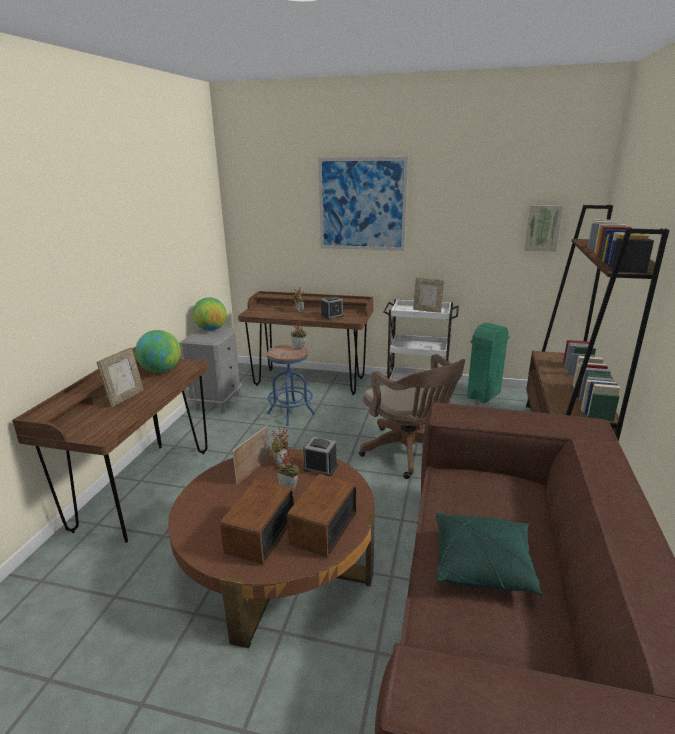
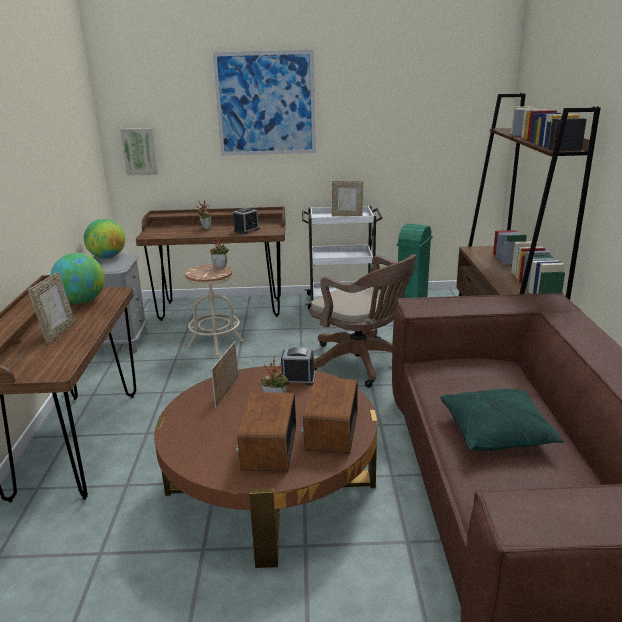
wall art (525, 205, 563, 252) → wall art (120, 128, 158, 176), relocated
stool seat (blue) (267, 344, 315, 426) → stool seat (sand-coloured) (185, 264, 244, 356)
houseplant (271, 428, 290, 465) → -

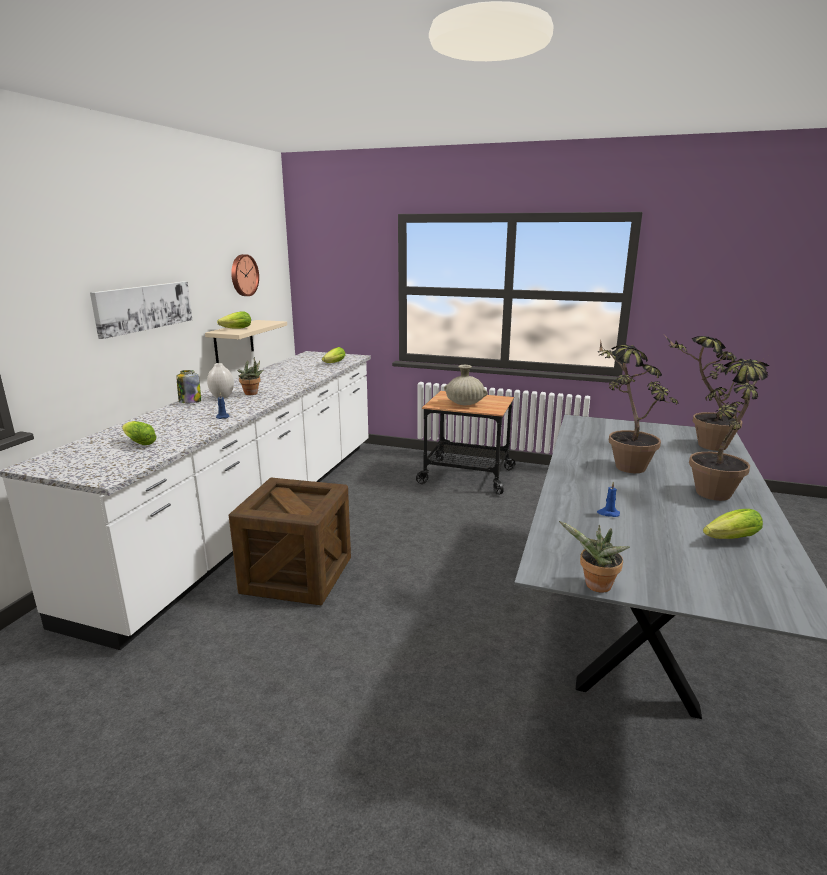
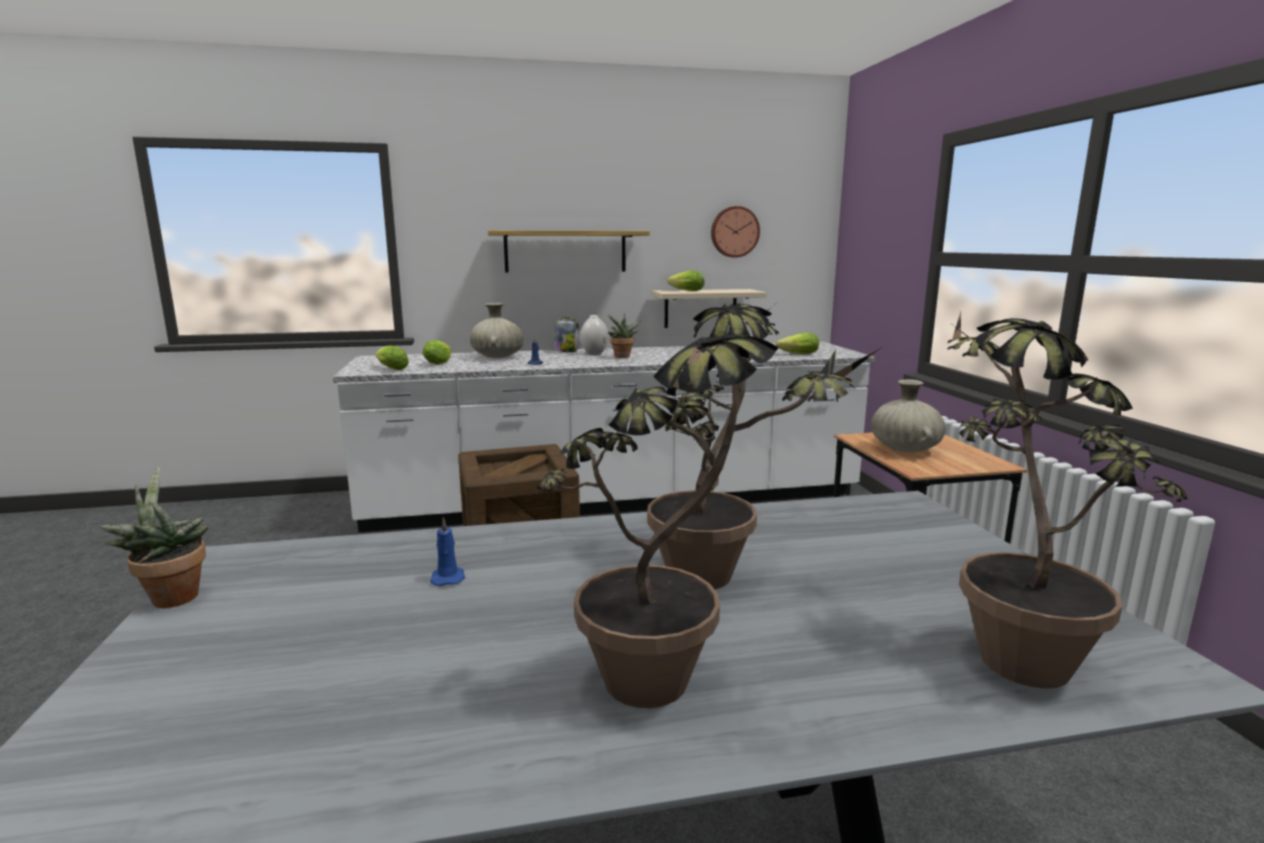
head of lettuce (703, 509, 763, 539) → head of lettuce (375, 346, 409, 370), relocated
- → vase (sand-coloured) (470, 303, 524, 358)
wall art (90, 281, 192, 339) → bracket shelf (488, 230, 650, 272)

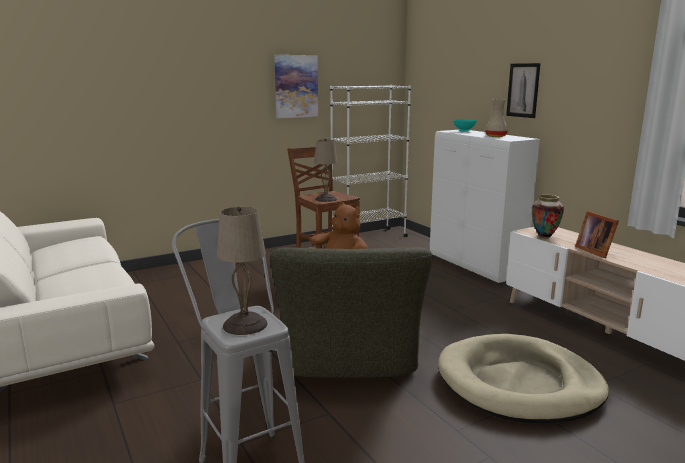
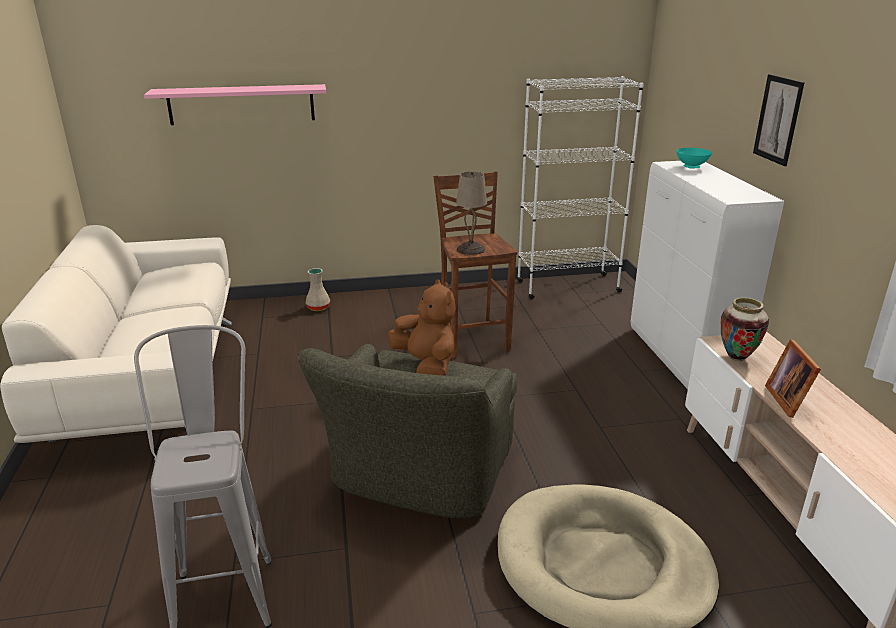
- → bracket shelf (pink-coloured) (144, 84, 326, 125)
vase (sand-coloured) (485, 99, 508, 137) → vase (sand-coloured) (306, 268, 330, 311), relocated
lamp for a table (sand-coloured) (217, 207, 268, 335) → -
wall art (274, 55, 318, 118) → -

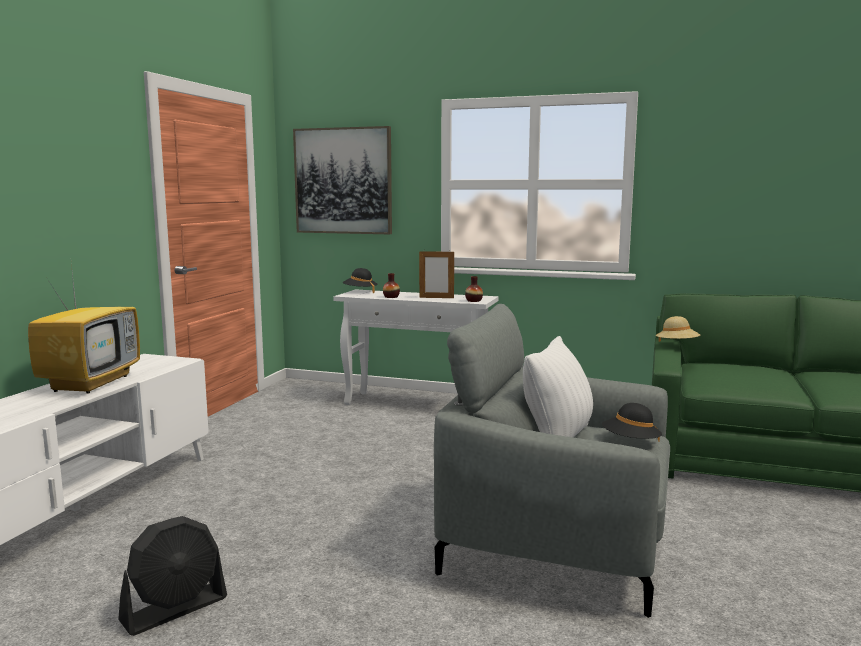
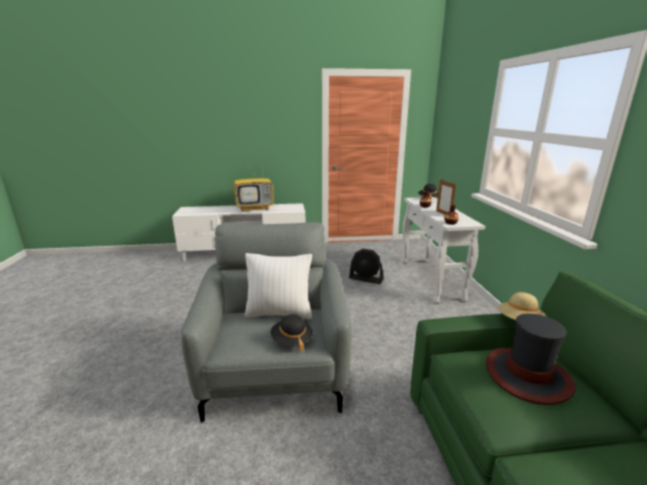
electric fan (black-coloured) (118, 516, 227, 636) → electric fan (black-coloured) (349, 249, 384, 284), relocated
- → wearable hat (486, 313, 576, 405)
wall art (293, 126, 392, 234) → -

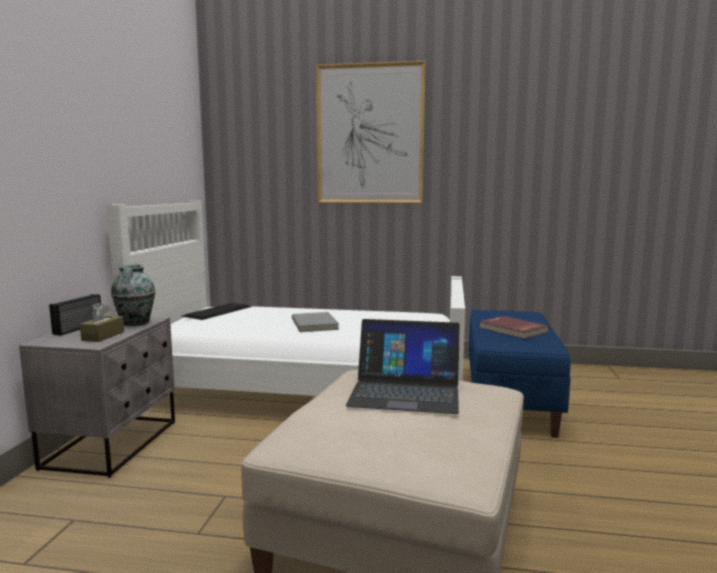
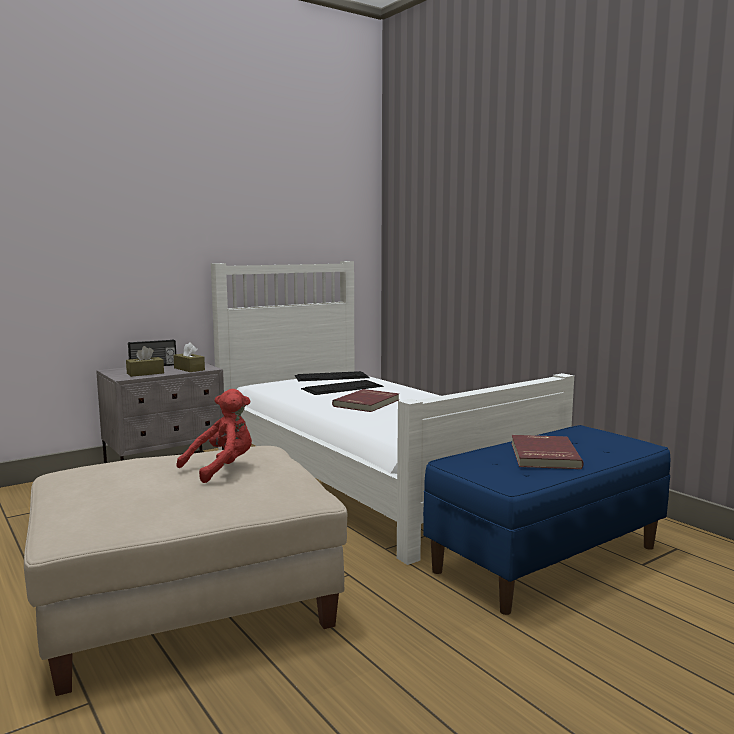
vase (111, 264, 156, 326) → tissue holder (brown) (173, 342, 205, 372)
portable computer (346, 319, 460, 414) → plush toy (reddish) (177, 389, 252, 483)
- → computer keyboard (301, 380, 383, 395)
bound book (greyish) (292, 312, 339, 332) → bound book (reddish) (332, 389, 399, 412)
wall art (316, 61, 426, 203) → -

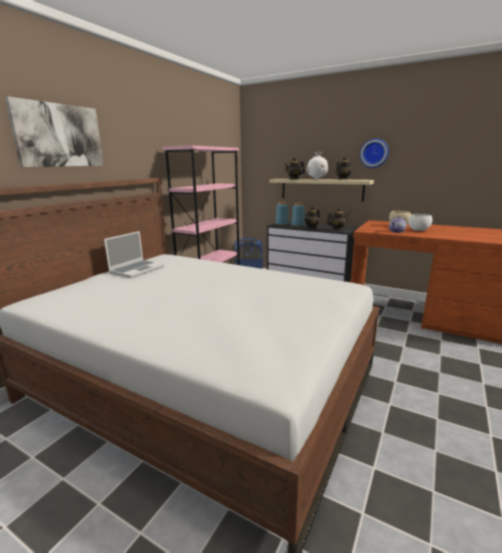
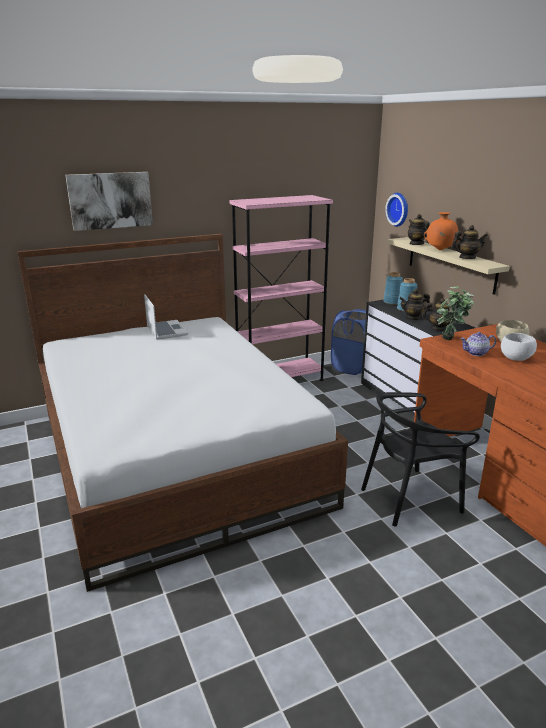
portable computer (104, 231, 164, 278) → portable computer (144, 294, 188, 340), 90 degrees counterclockwise
- → upright chair (black-coloured) (361, 392, 480, 527)
hanging clock (360, 138, 389, 168) → hanging clock (385, 193, 408, 227), relocated
vase (whitish) (306, 152, 329, 179) → vase (orange) (424, 212, 461, 250)
- → houseplant (437, 286, 475, 340)

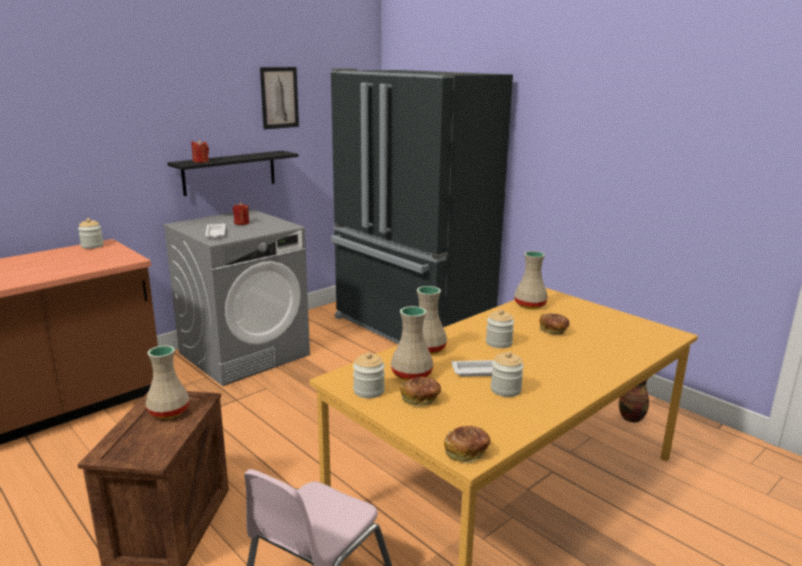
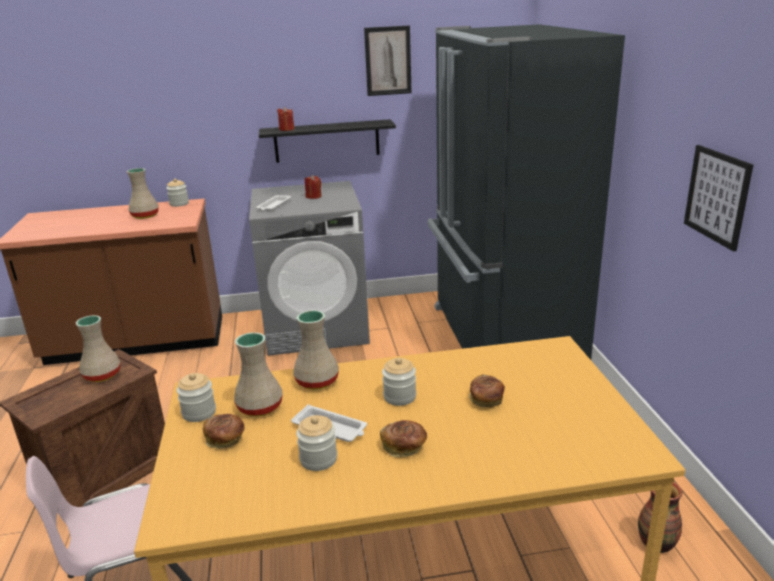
vase (sand-coloured) (514, 251, 548, 309) → vase (sand-coloured) (127, 168, 159, 219), relocated
bread (444, 426, 491, 463) → bread (380, 420, 427, 457), relocated
- → wall art (684, 145, 753, 252)

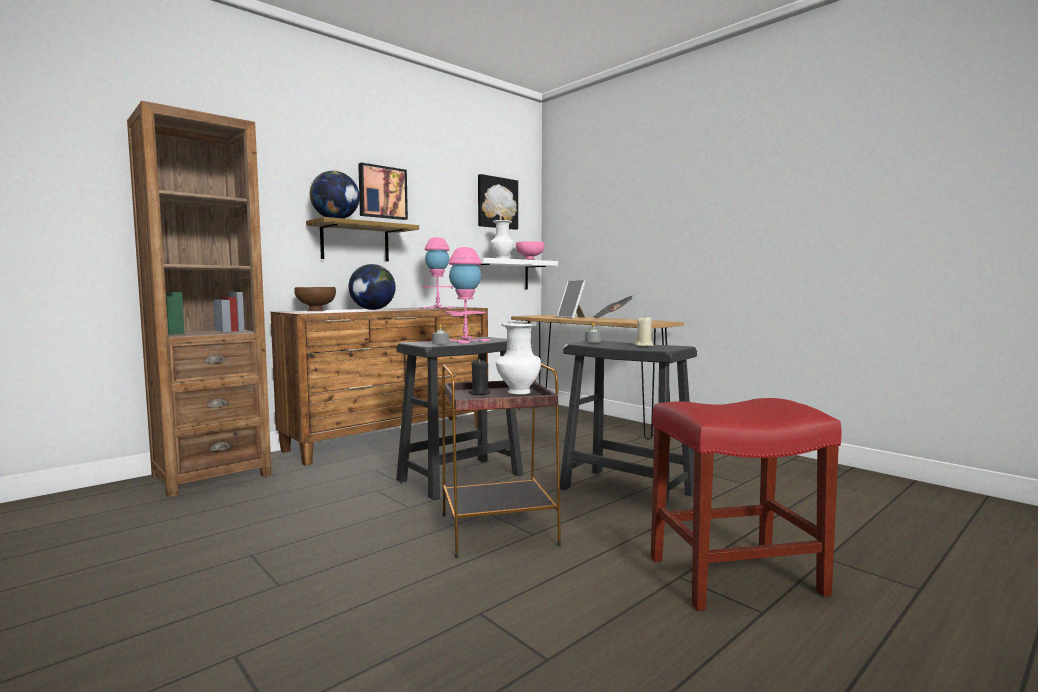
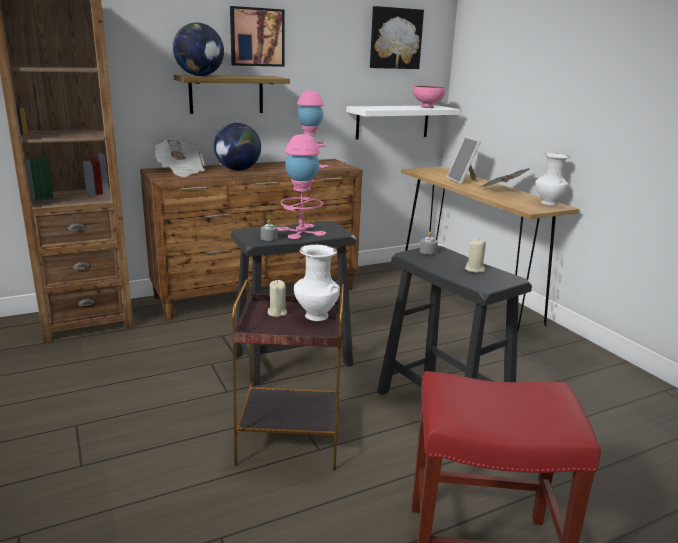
serving bowl (brown) (294, 287, 336, 311) → newspaper (155, 139, 205, 177)
wax light (black-coloured) (469, 359, 490, 395) → wax light (sand-coloured) (268, 280, 287, 317)
vase (whitish) (490, 220, 514, 259) → vase (whitish) (535, 153, 570, 205), relocated

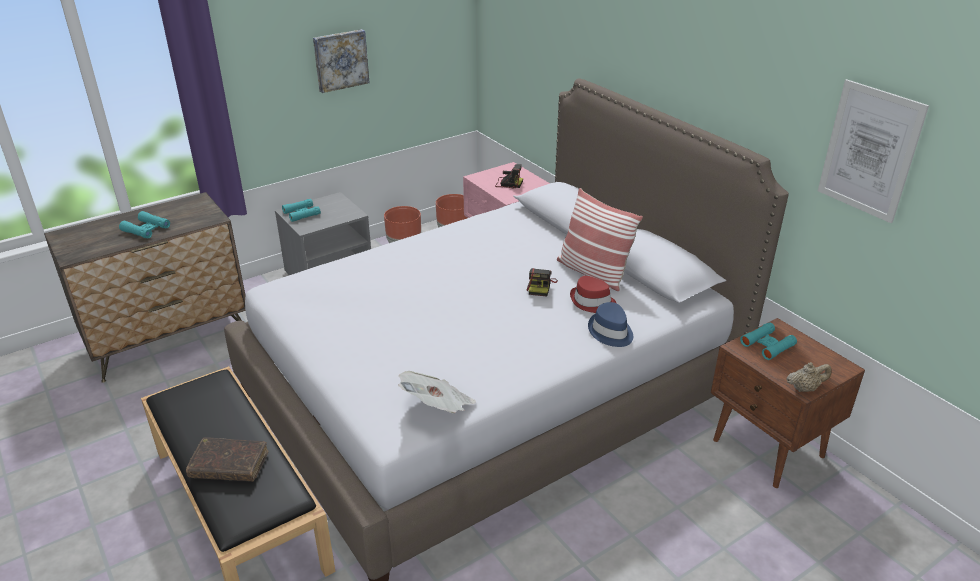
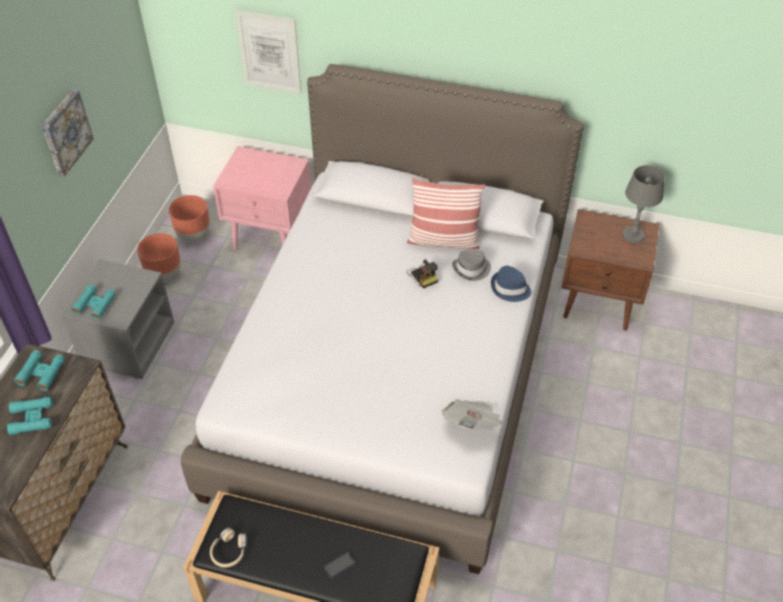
pair of binoculars (turquoise) (740, 322, 797, 360) → pair of binoculars (turquoise) (14, 350, 65, 391), relocated
- → pair of headphones (sand-coloured) (210, 527, 247, 568)
wall art (818, 79, 929, 223) → wall art (235, 10, 301, 94), relocated
bound book (brown) (186, 437, 269, 482) → handset (324, 552, 356, 578)
wearable hat (reddish) (570, 276, 616, 313) → wearable hat (greyish) (452, 249, 491, 281)
- → lamp for a table (greyish) (622, 165, 665, 243)
photo camera (495, 164, 523, 188) → -
pot for tea (sand-coloured) (786, 362, 832, 392) → -

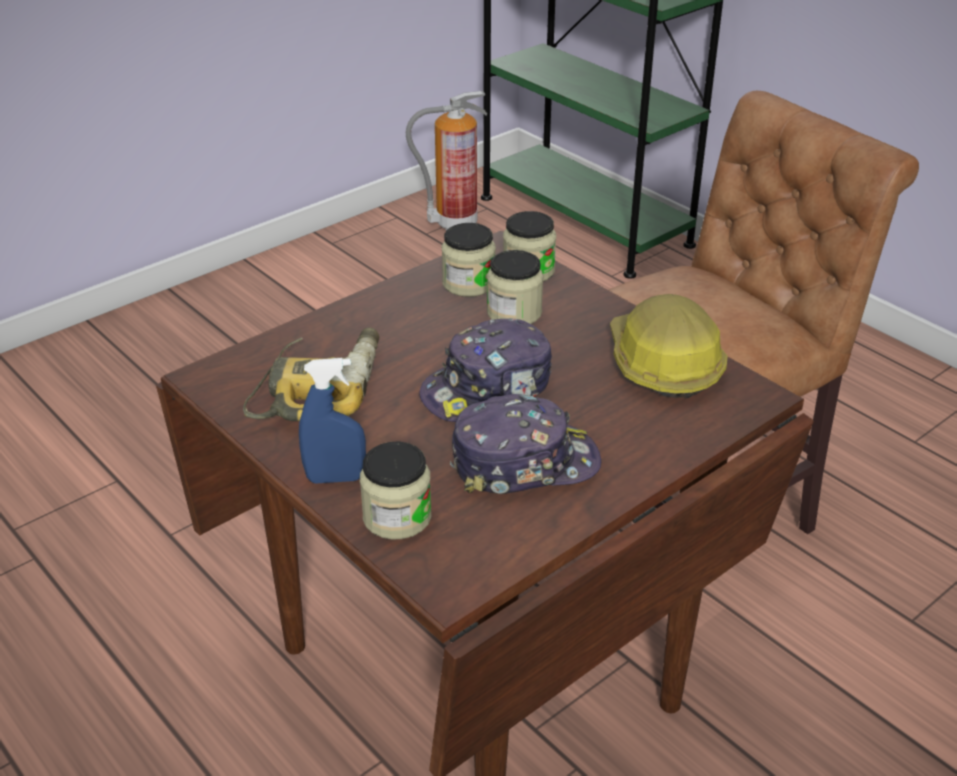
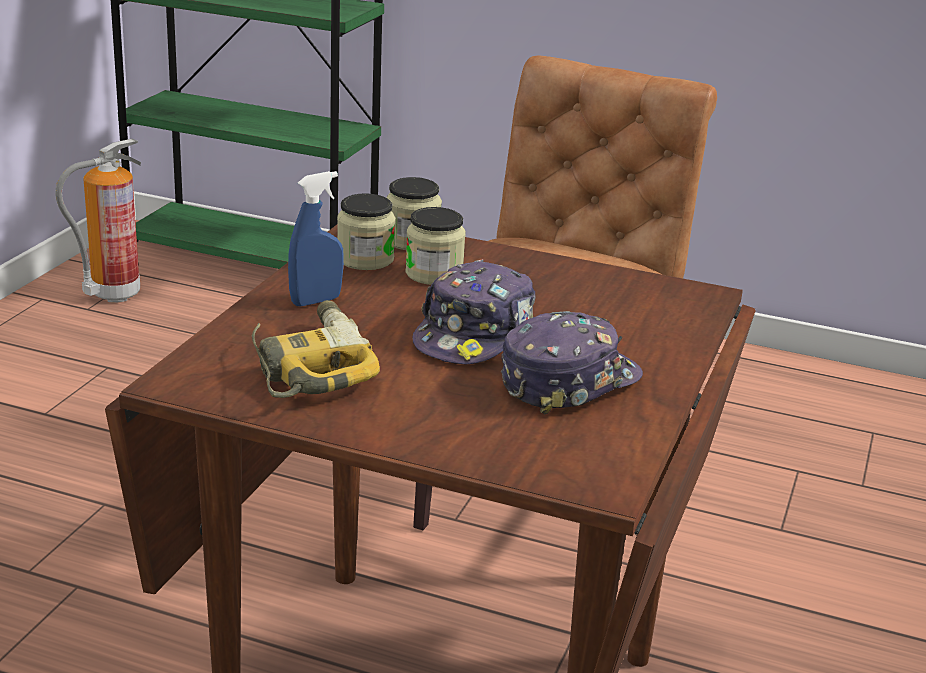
sprayer (blue) (299, 358, 366, 483) → sprayer (blue) (288, 171, 344, 306), relocated
storage jar (360, 442, 432, 540) → -
hard hat (610, 294, 727, 398) → -

